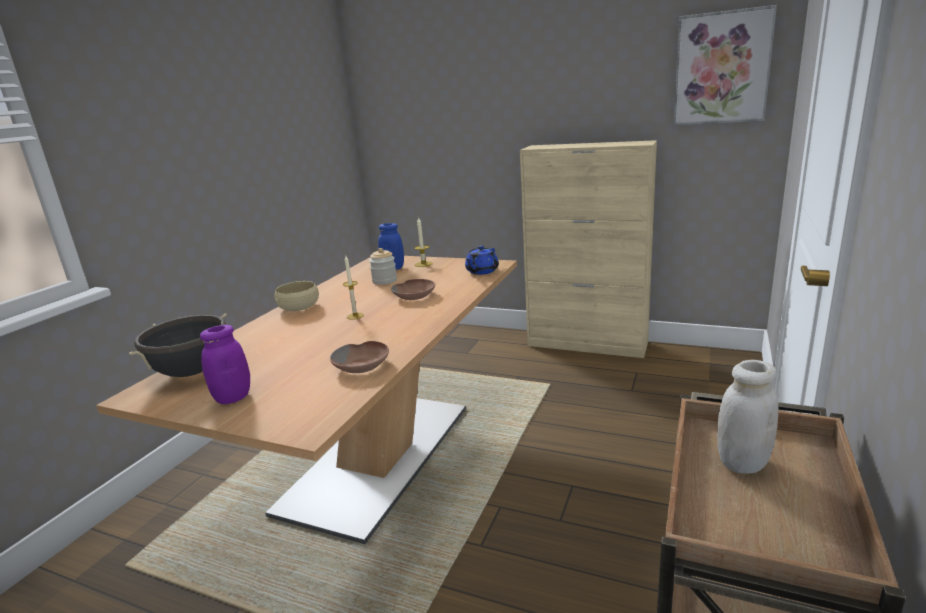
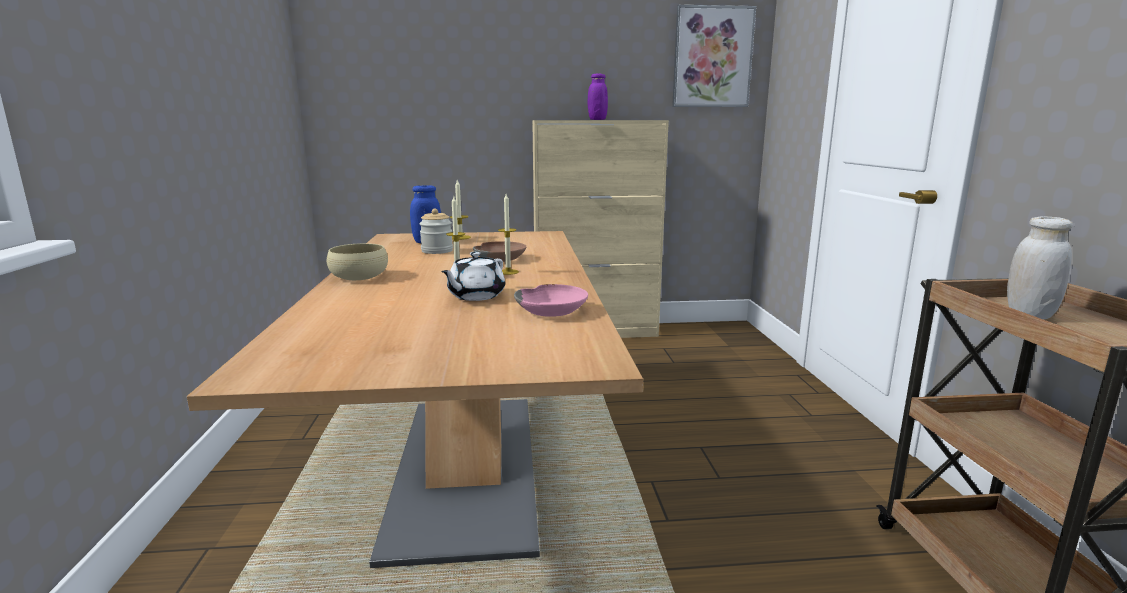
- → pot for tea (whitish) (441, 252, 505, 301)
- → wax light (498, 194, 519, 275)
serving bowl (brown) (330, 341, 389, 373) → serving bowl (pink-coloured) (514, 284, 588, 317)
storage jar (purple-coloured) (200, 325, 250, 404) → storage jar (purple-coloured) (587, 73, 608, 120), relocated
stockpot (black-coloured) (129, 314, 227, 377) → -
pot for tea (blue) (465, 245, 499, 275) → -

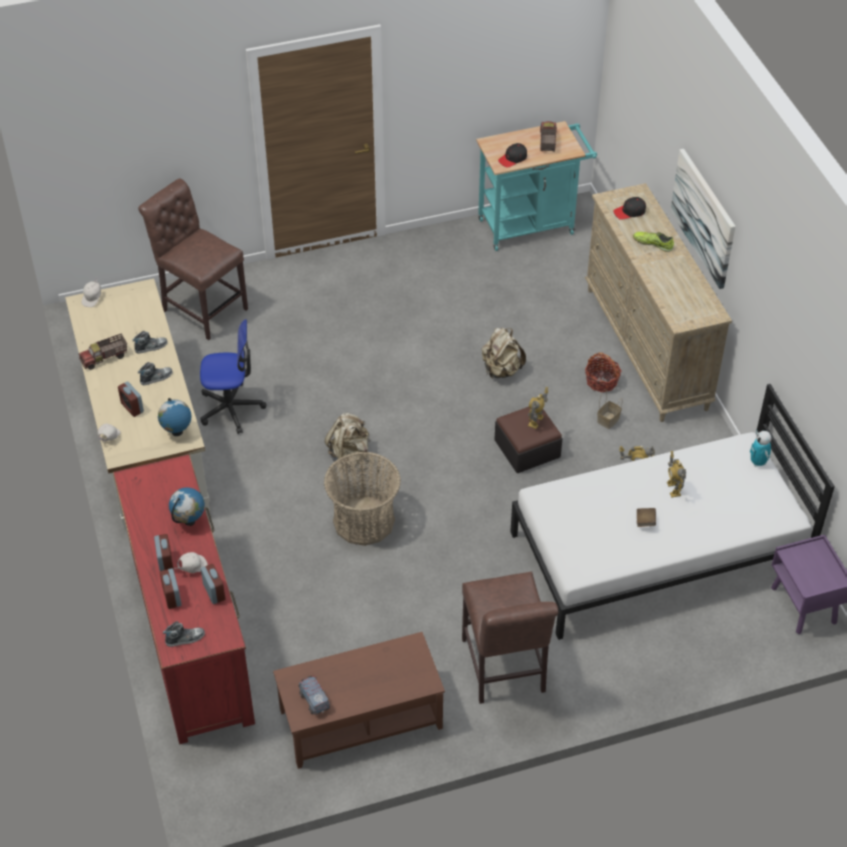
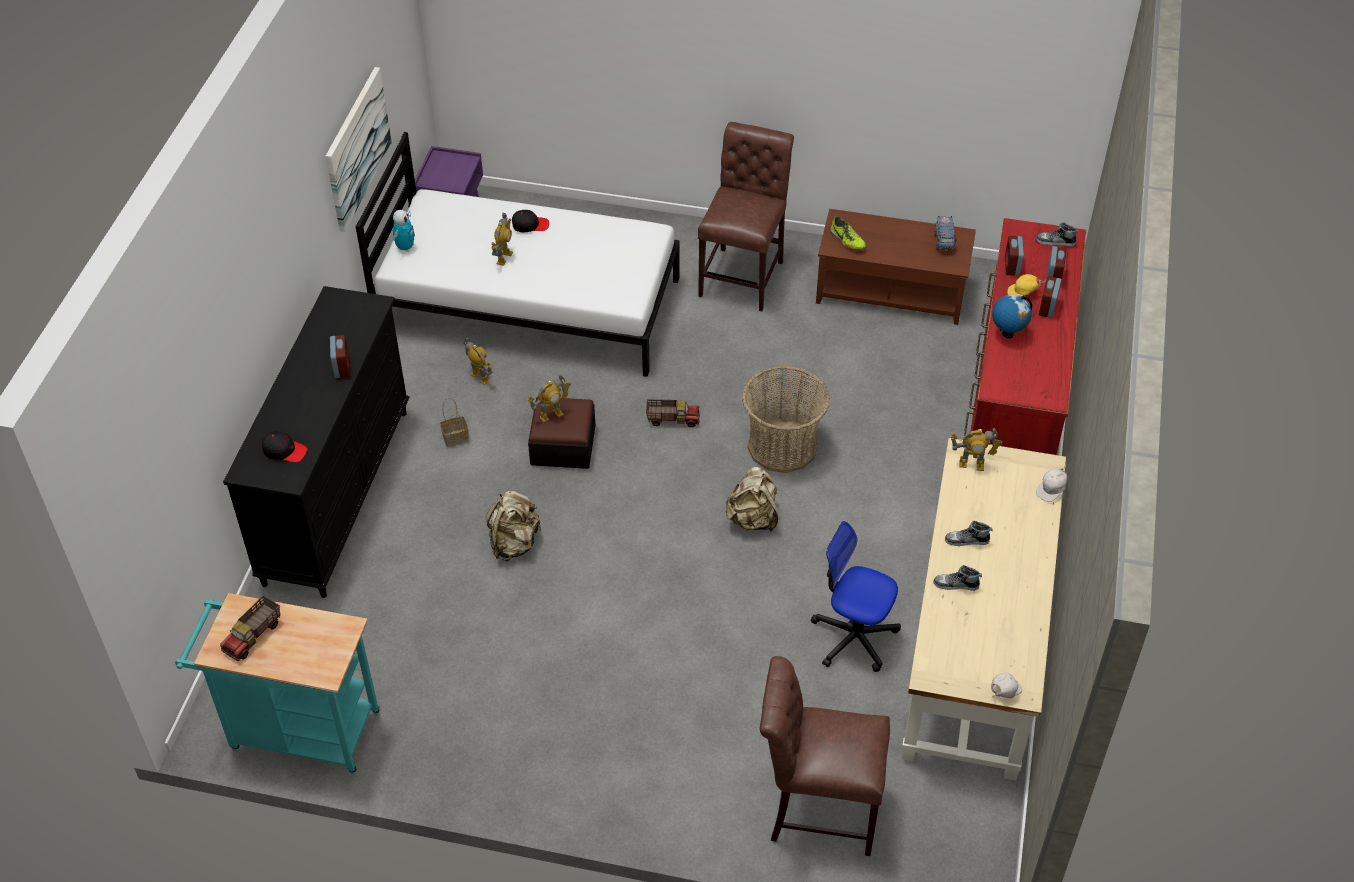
dresser (sand-coloured) (585, 183, 732, 422) → dresser (black-coloured) (223, 286, 410, 598)
wall art (670, 149, 736, 289) → wall art (326, 67, 392, 232), relocated
bedside clock (118, 381, 144, 417) → bedside clock (330, 335, 350, 378), relocated
cap (black-coloured) (498, 143, 527, 168) → cap (black-coloured) (512, 210, 549, 233), relocated
toy lorry (79, 334, 127, 370) → toy lorry (646, 399, 700, 427), relocated
upright chair (brown) (138, 178, 248, 340) → upright chair (brown) (760, 656, 890, 856), 120 degrees clockwise
low shoe (633, 232, 674, 252) → low shoe (830, 216, 866, 250), relocated
world globe (158, 398, 192, 436) → robot figure (950, 428, 1003, 471)
cap (whitish) (174, 552, 208, 573) → cap (yellowish) (1007, 274, 1046, 296)
basket (585, 353, 621, 393) → -
bound book (brown) (637, 508, 656, 527) → -

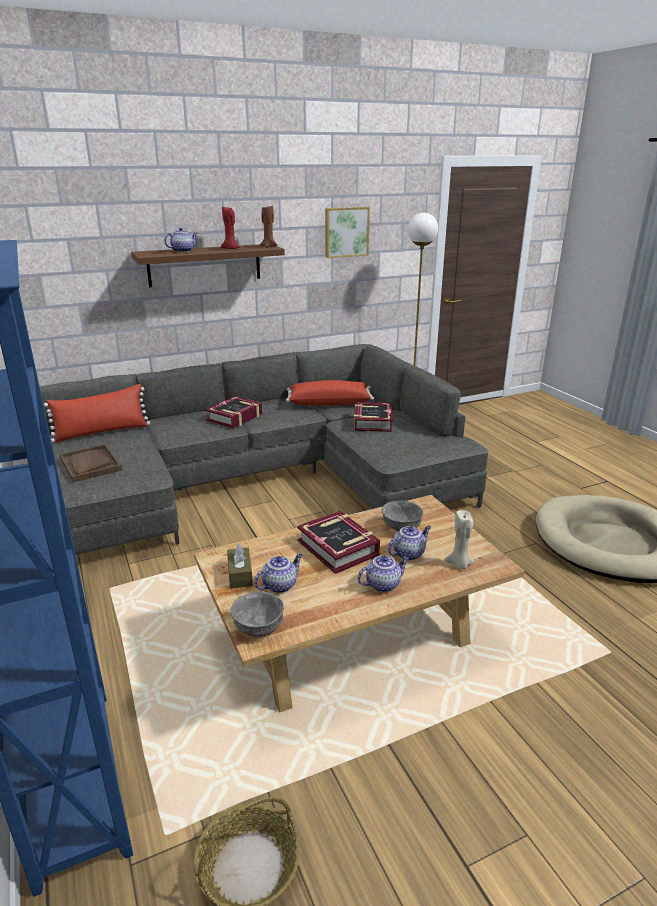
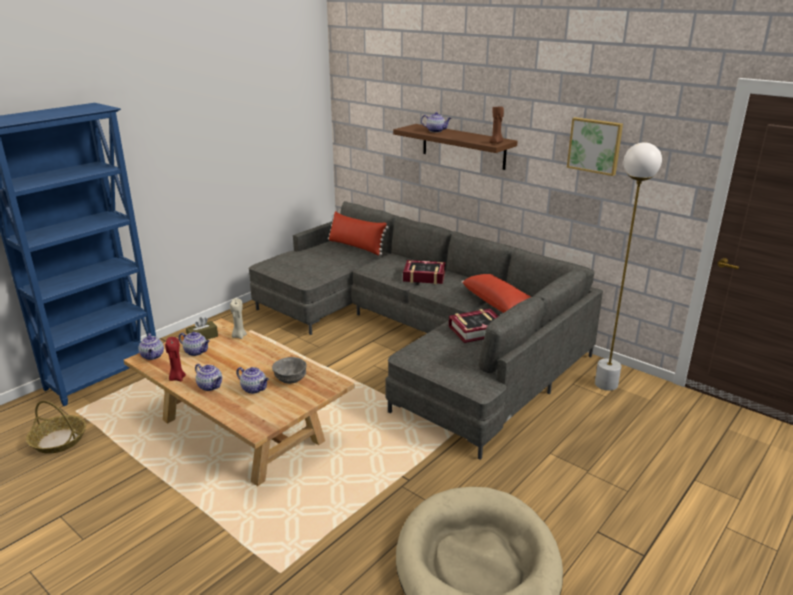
serving bowl (greyish) (231, 591, 284, 637) → pot for tea (138, 333, 164, 360)
wax light (reddish) (221, 207, 240, 249) → wax light (reddish) (165, 337, 186, 381), relocated
wax light (sand-coloured) (445, 510, 474, 569) → wax light (sand-coloured) (230, 298, 247, 339), relocated
carrying tray (brown) (59, 444, 122, 483) → -
bound book (297, 511, 380, 574) → -

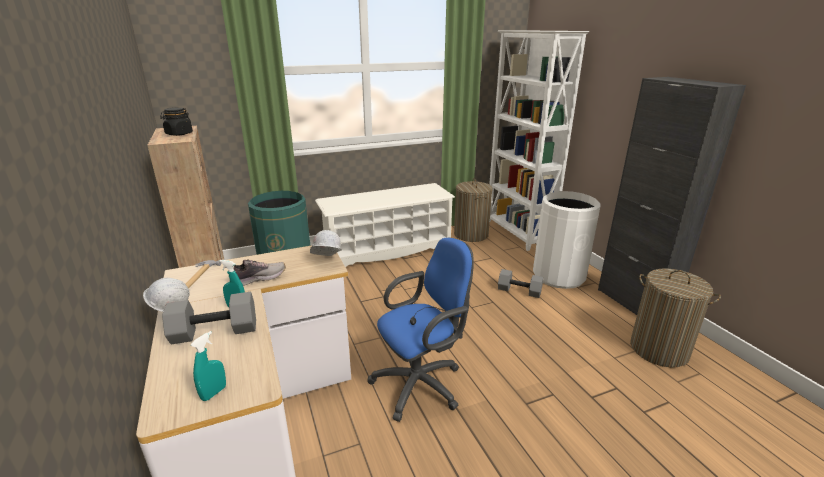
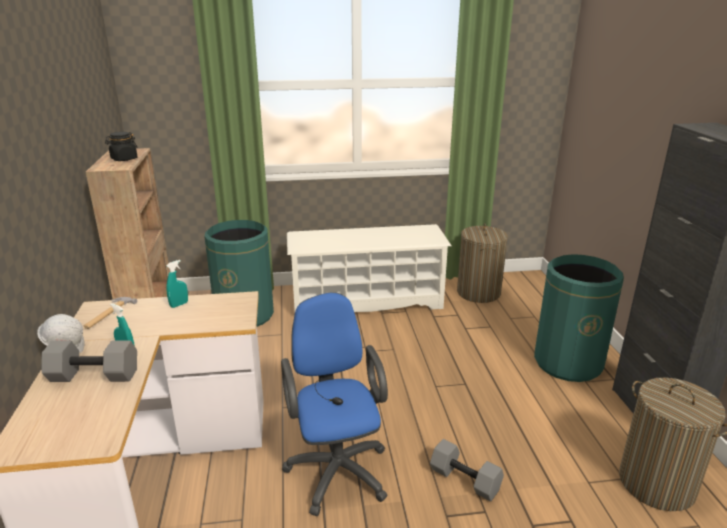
sprayer (turquoise) (191, 331, 226, 401) → sprayer (turquoise) (166, 260, 188, 308), relocated
office chair (blue) (367, 238, 474, 422) → office chair (blue) (281, 292, 388, 516), 90 degrees counterclockwise
hand weight (greyish) (498, 269, 543, 298) → hand weight (greyish) (430, 439, 504, 502), relocated
waste bin (whitish) (533, 191, 601, 289) → waste bin (green) (534, 254, 624, 382)
low shoe (225, 259, 285, 286) → -
hard hat (whitish) (310, 230, 341, 256) → -
shelving unit (whitish) (489, 31, 589, 251) → -

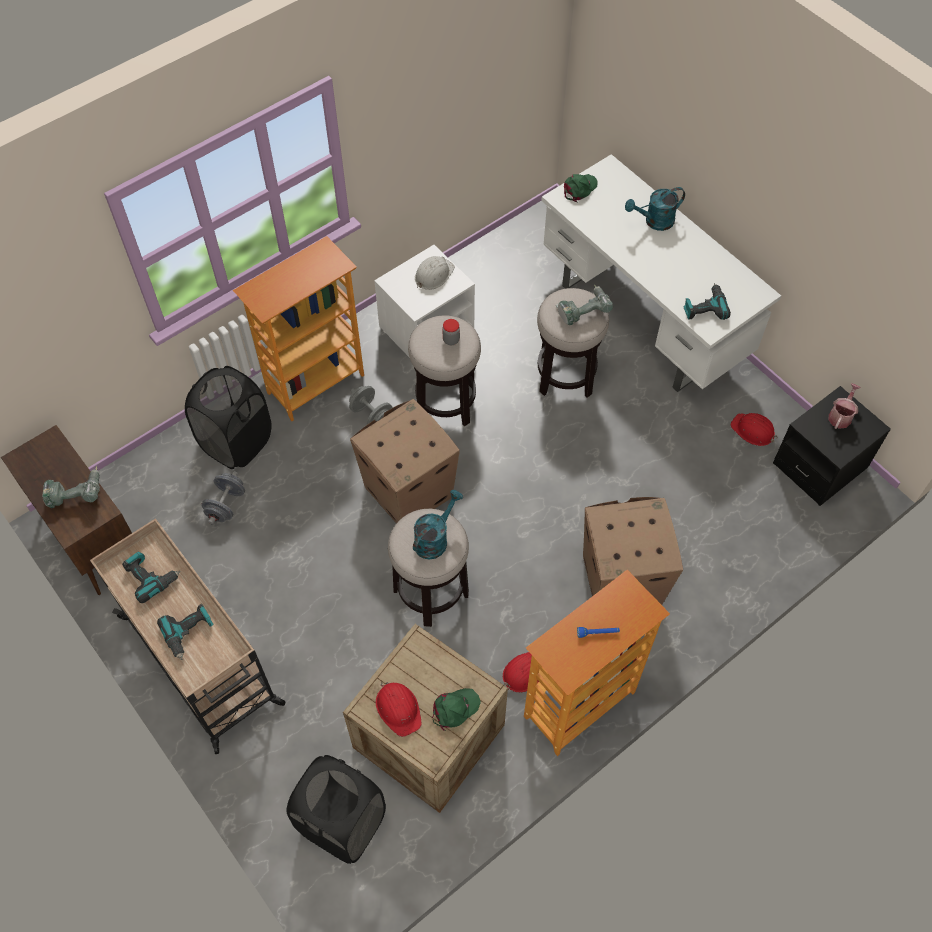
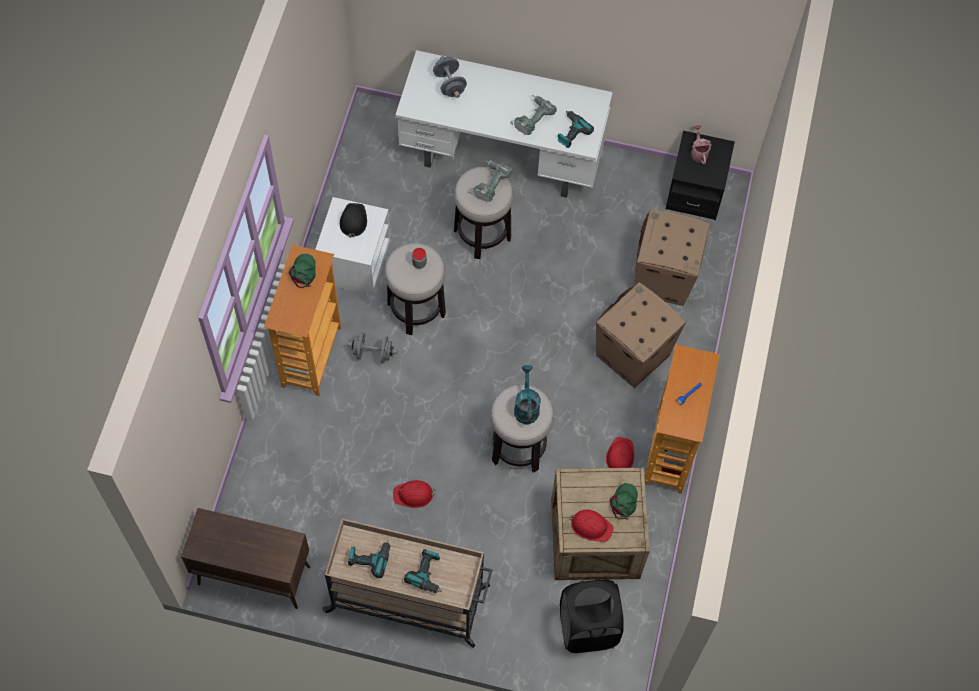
cap (green) (564, 174, 598, 202) → cap (green) (289, 254, 316, 288), relocated
hard hat (whitish) (415, 256, 455, 290) → hard hat (black-coloured) (340, 203, 367, 238)
hard hat (reddish) (730, 413, 778, 446) → hard hat (reddish) (393, 480, 436, 508), relocated
hand weight (greyish) (201, 471, 245, 524) → hand weight (greyish) (433, 56, 467, 98), relocated
electric drill (42, 466, 100, 508) → electric drill (510, 95, 557, 135), relocated
cardboard box (350, 399, 460, 523) → cardboard box (635, 209, 710, 306), relocated
washing basket (black-coloured) (185, 366, 272, 469) → -
sprinkling can (turquoise) (625, 187, 685, 231) → -

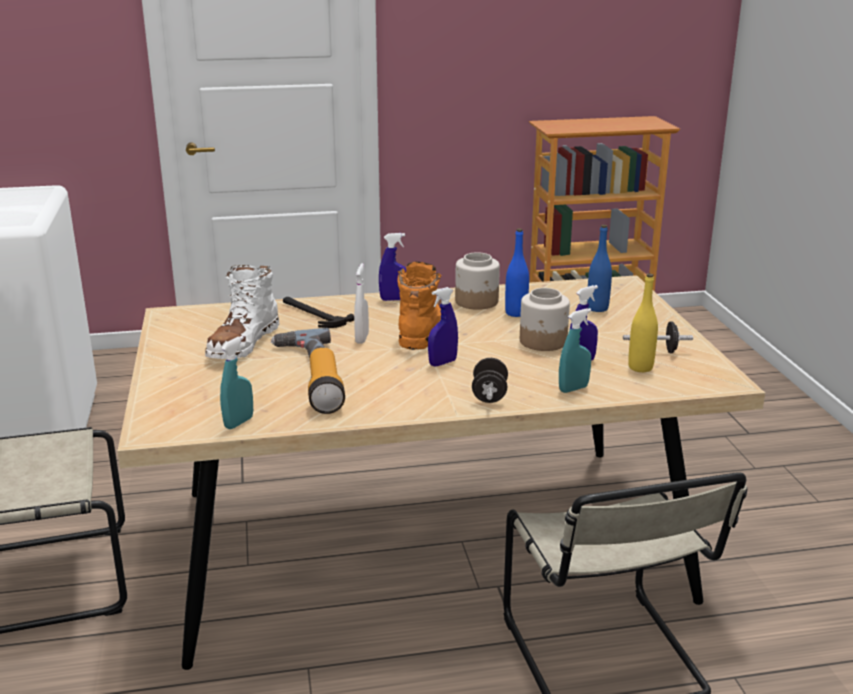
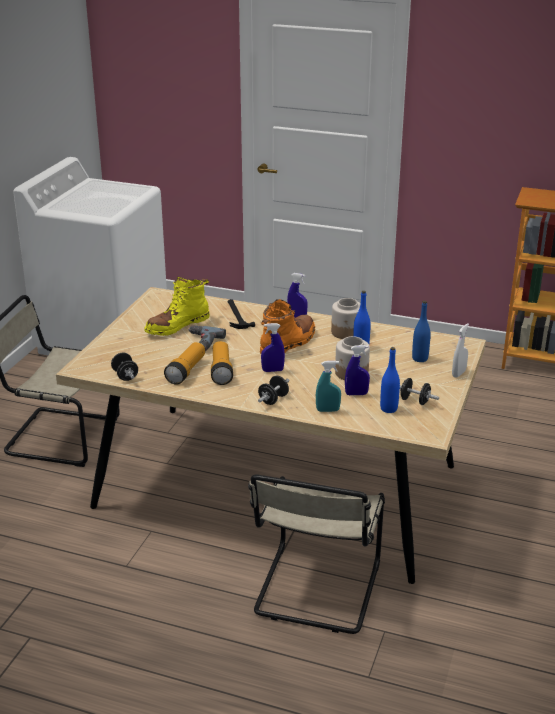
sprayer (turquoise) (220, 336, 253, 429) → hand weight (black-coloured) (111, 352, 138, 381)
boot (whitish) (205, 265, 280, 359) → boot (yellowish) (144, 277, 210, 336)
- → torch (211, 341, 233, 385)
drink bottle (yellowish) (628, 274, 658, 372) → drink bottle (blue) (380, 347, 400, 413)
sprayer (whitish) (354, 263, 369, 344) → sprayer (whitish) (452, 323, 469, 378), relocated

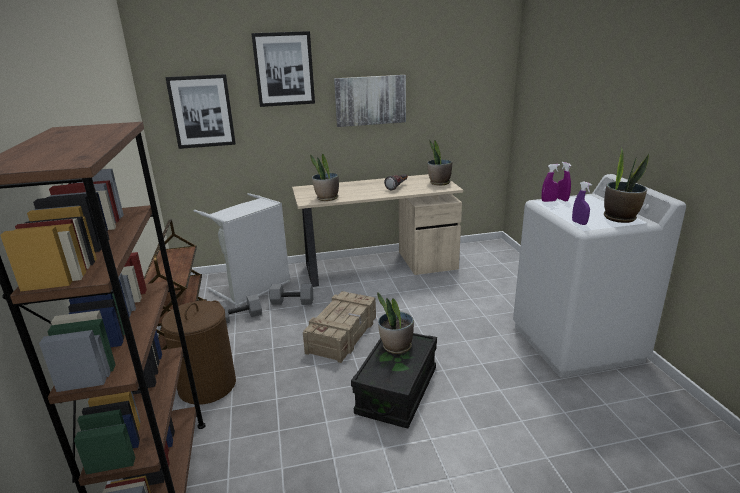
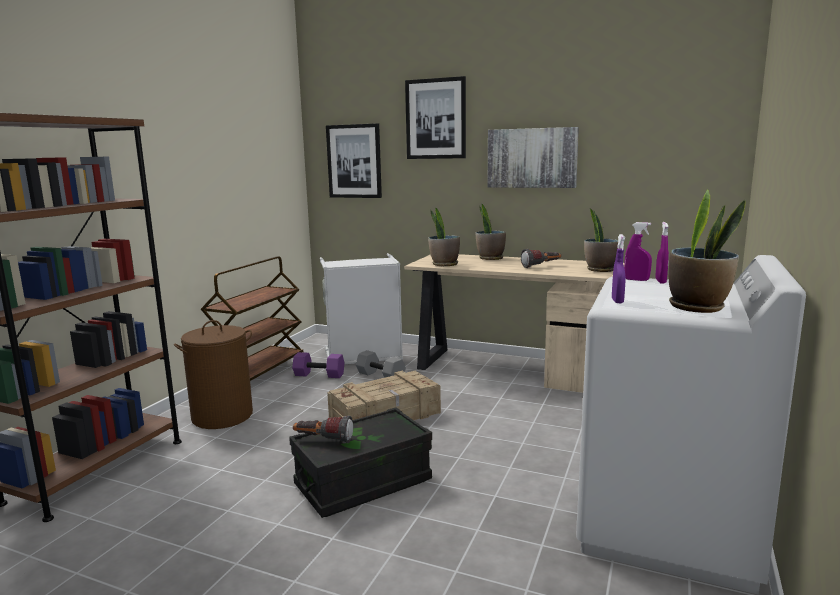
hand weight (greyish) (220, 294, 262, 324) → hand weight (purple-coloured) (292, 352, 345, 378)
- → torch (293, 416, 353, 444)
houseplant (377, 293, 414, 354) → houseplant (476, 204, 506, 260), relocated

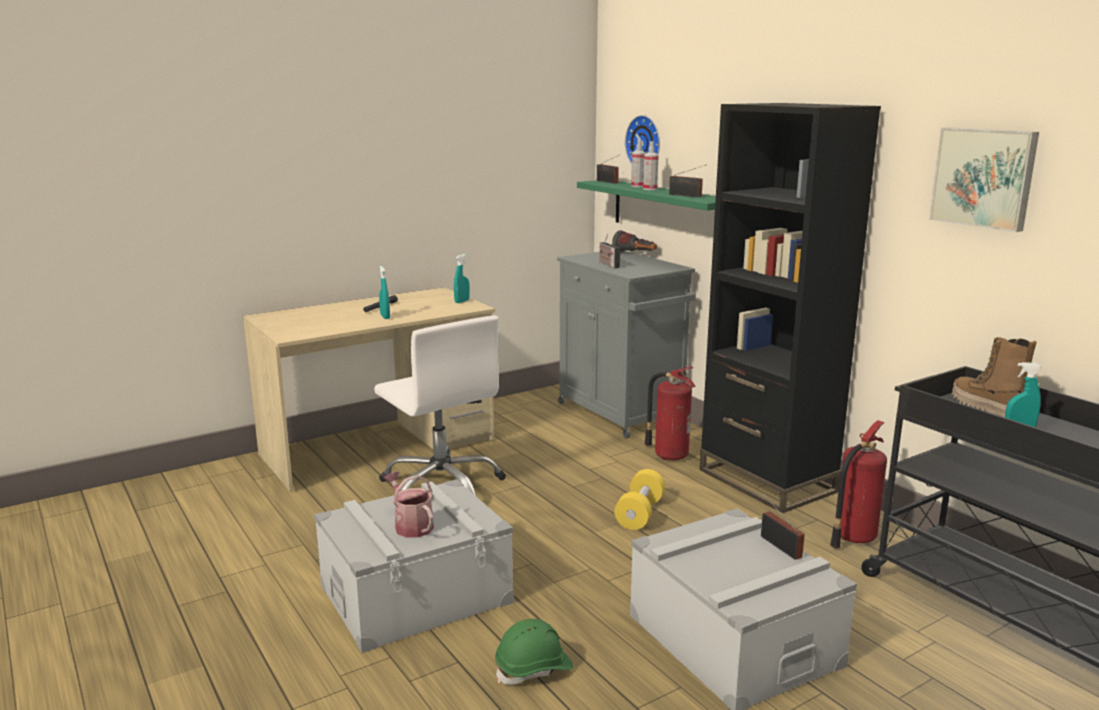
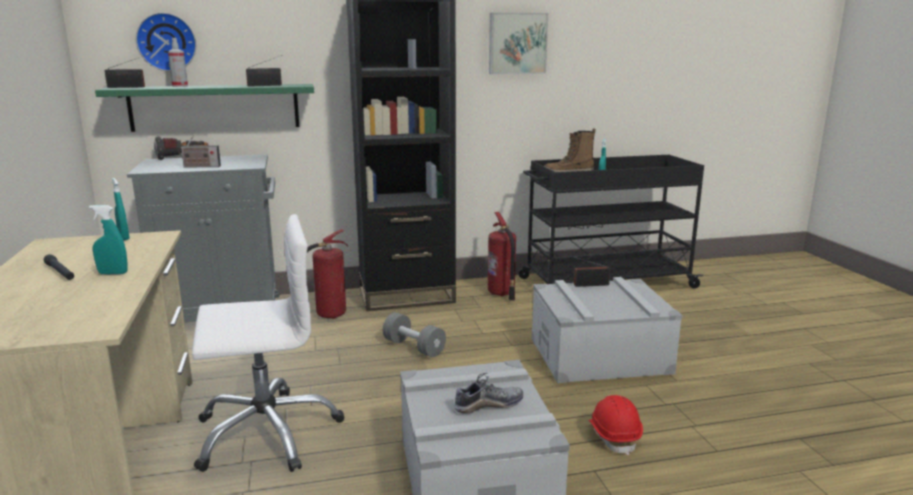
hand weight (yellowish) (614, 469, 665, 530) → hand weight (greyish) (383, 312, 446, 357)
sprinkling can (384, 471, 434, 538) → low shoe (454, 373, 523, 414)
hard hat (green) (495, 619, 573, 685) → hard hat (reddish) (588, 395, 643, 456)
sprayer (643, 141, 659, 190) → -

